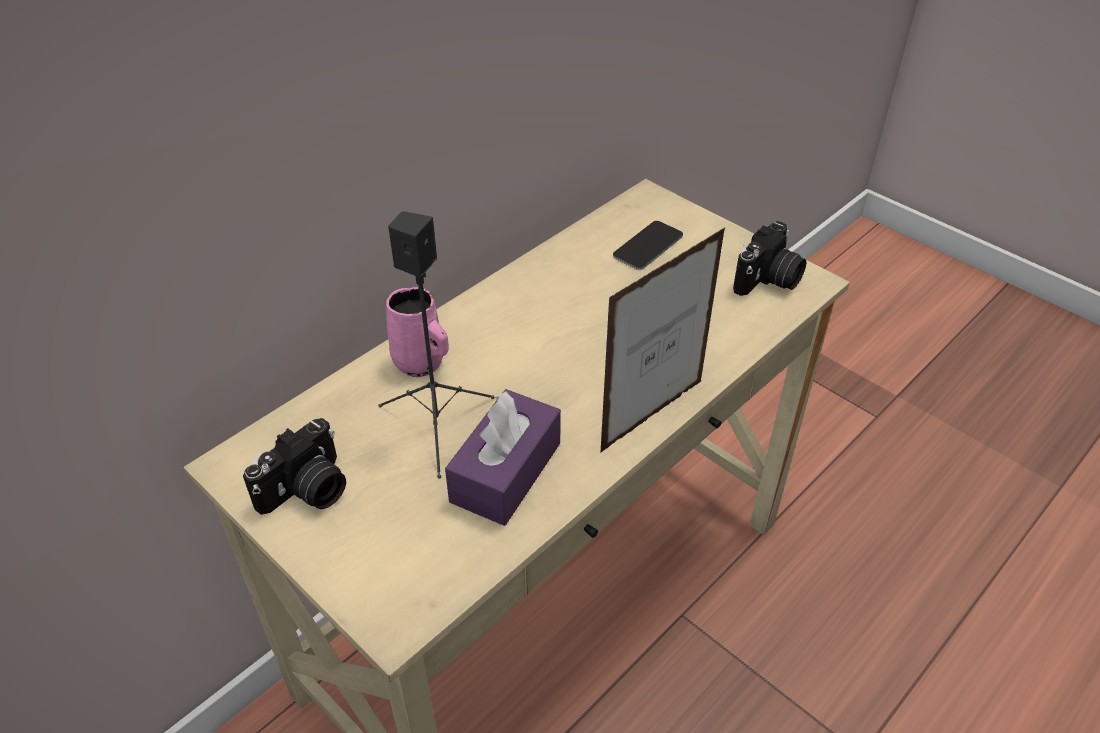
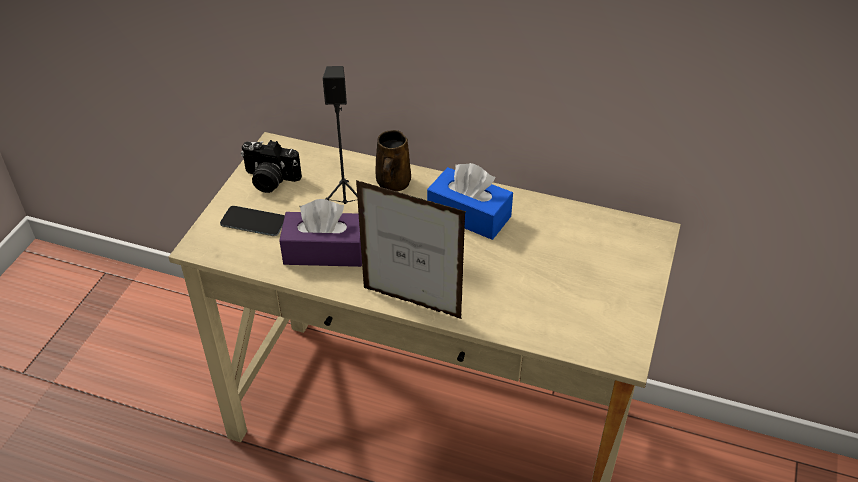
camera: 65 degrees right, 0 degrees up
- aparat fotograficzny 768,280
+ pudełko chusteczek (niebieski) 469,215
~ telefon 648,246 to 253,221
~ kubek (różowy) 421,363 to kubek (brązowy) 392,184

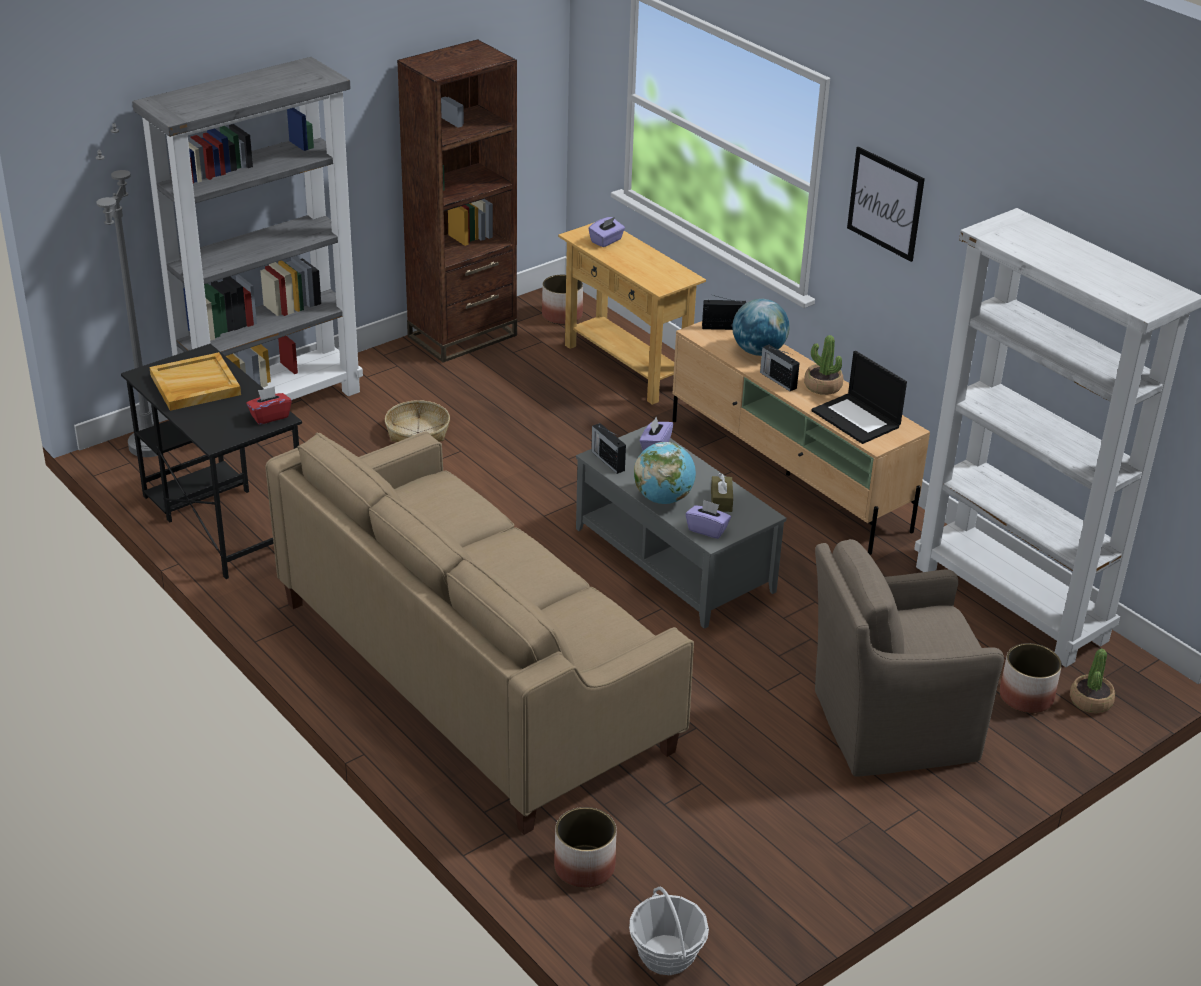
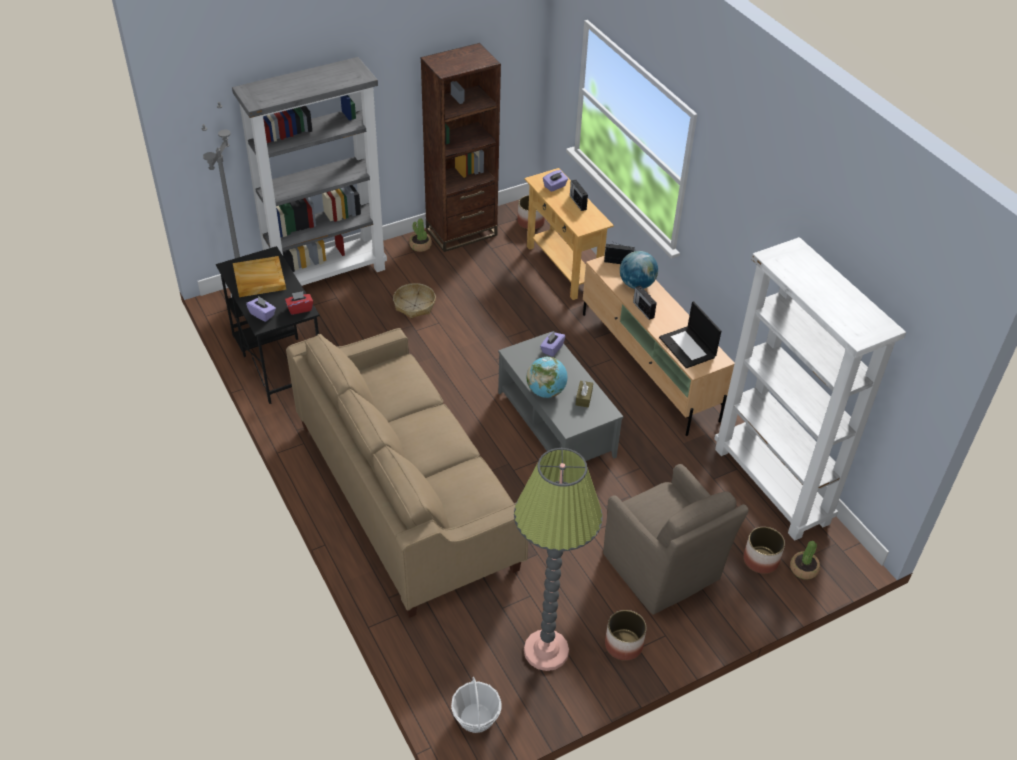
camera: 10 degrees right, 10 degrees up
- obraz 885,203
+ lampa stojąca 546,651
~ donica 584,867 to 623,644
~ radio 607,460 to 577,202
~ pudełko chusteczek (fioletowy) 707,529 to 262,314
~ roślina doniczkowa 822,386 to 420,245
~ fotel (brązowy) 888,726 = 663,570 120 degrees counterclockwise

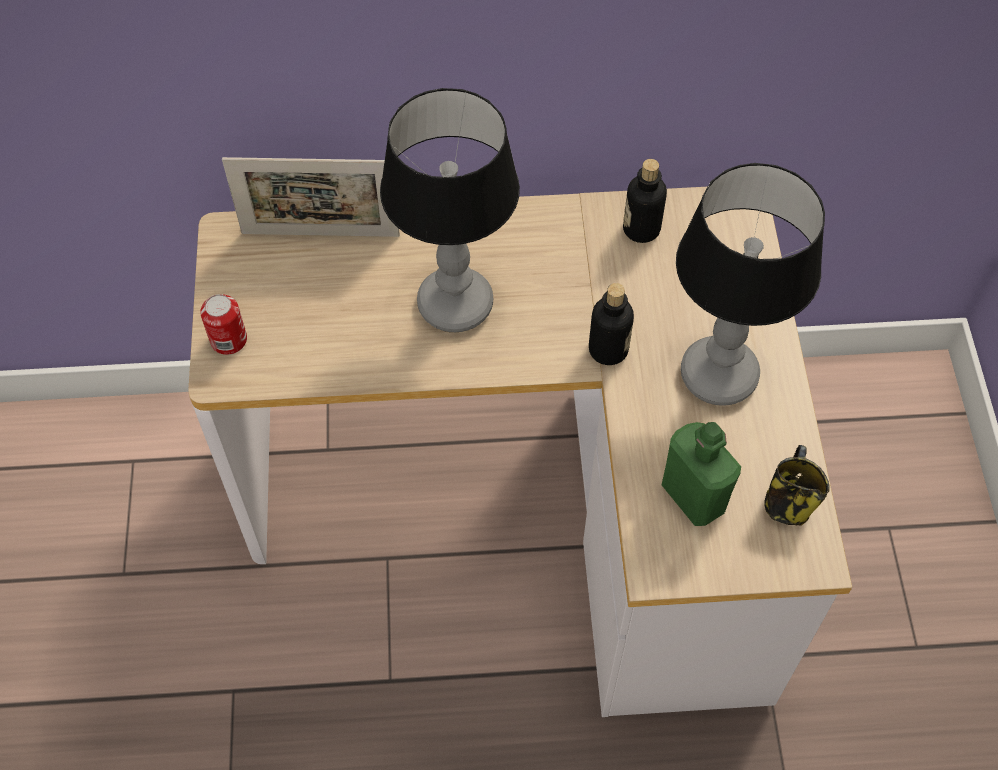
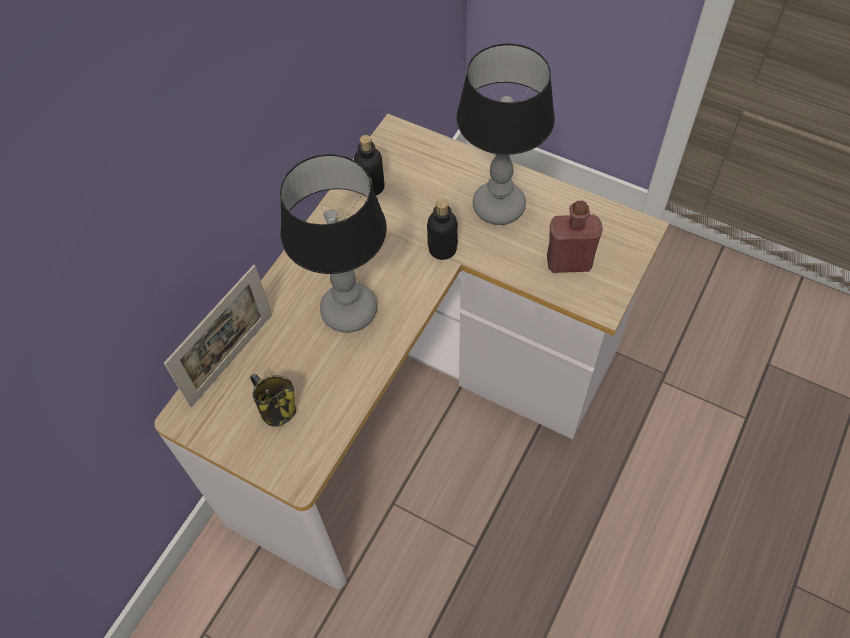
camera: 55 degrees left, 0 degrees up
- puszka 229,340
~ kubek 787,503 to 276,410
~ butelka (zielony) 693,496 to butelka (czerwony) 569,262

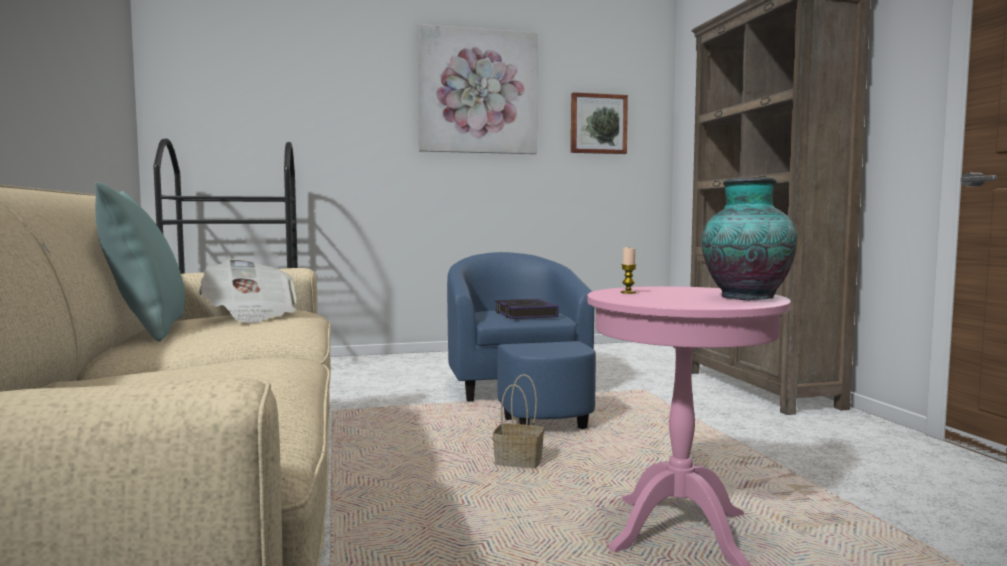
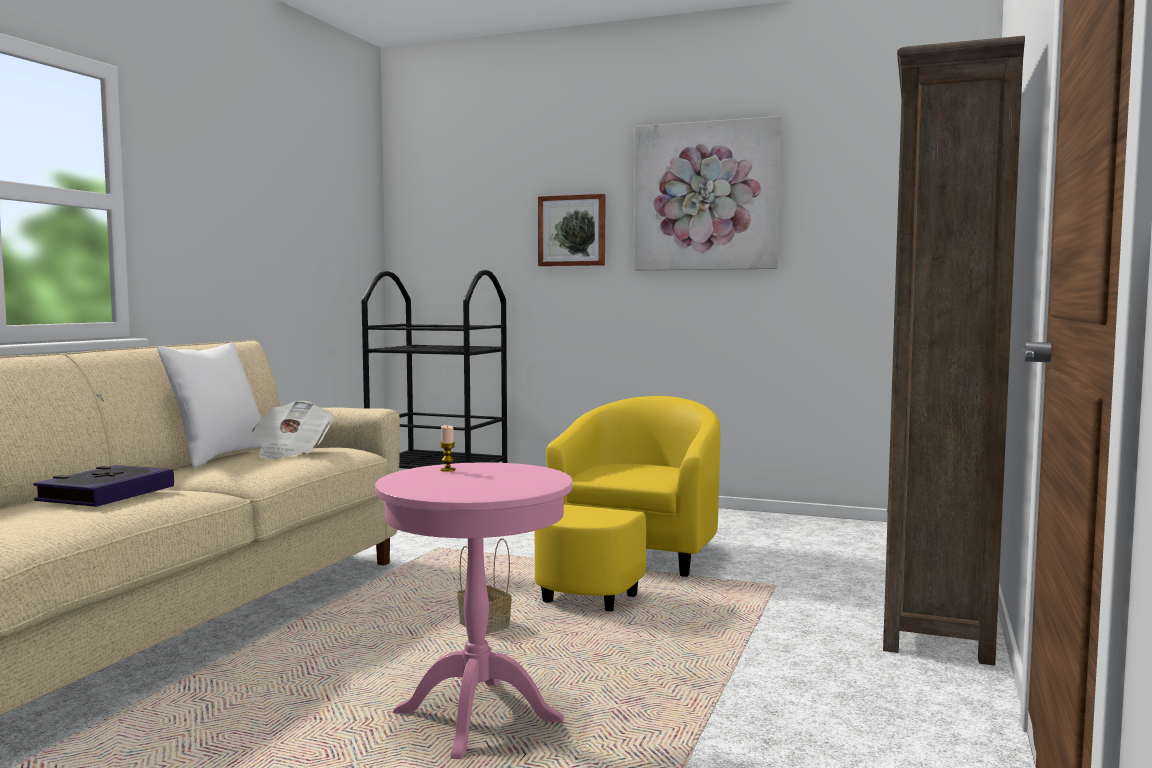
camera: 35 degrees right, 0 degrees up
- wazon 744,297
~ książka 525,314 to 106,494
~ obraz 598,124 to 572,231
~ poduszka (turkusowy) 146,330 to poduszka (biały) 219,456
~ fotel (niebieski) 521,395 to fotel (żółty) 629,565

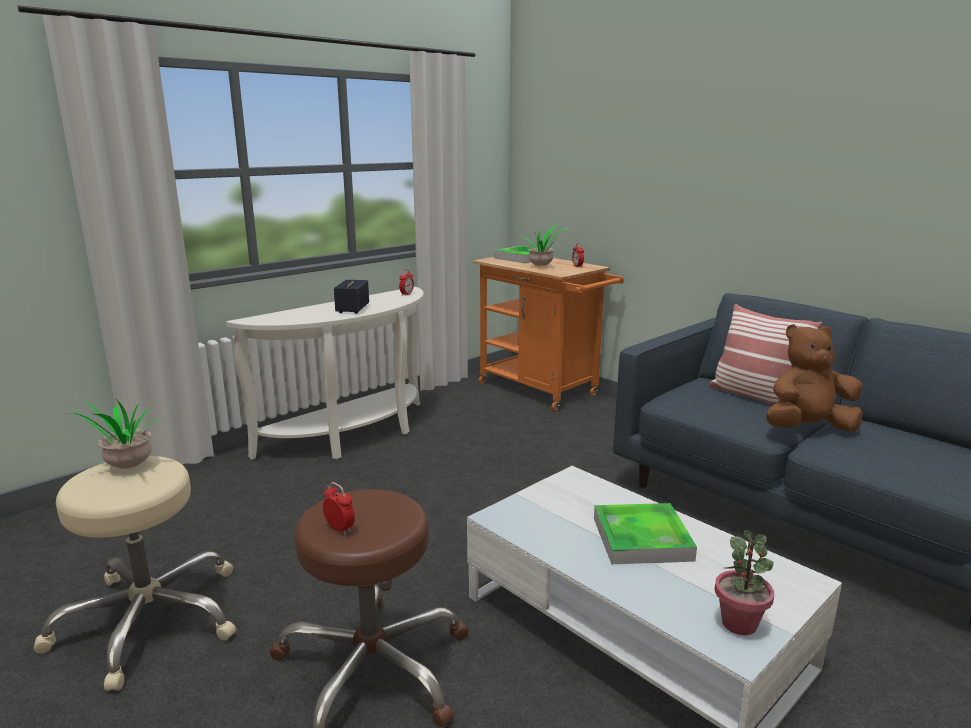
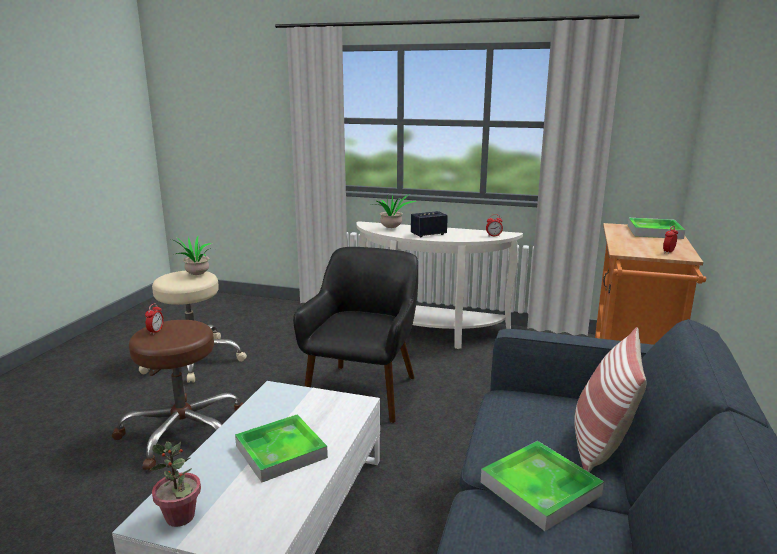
camera: 60 degrees right, 0 degrees up
+ fotel (czarny) 363,391
~ roślina doniczkowa 542,267 to 392,229
~ pluszak (brązowy) 807,428 to taca 540,489

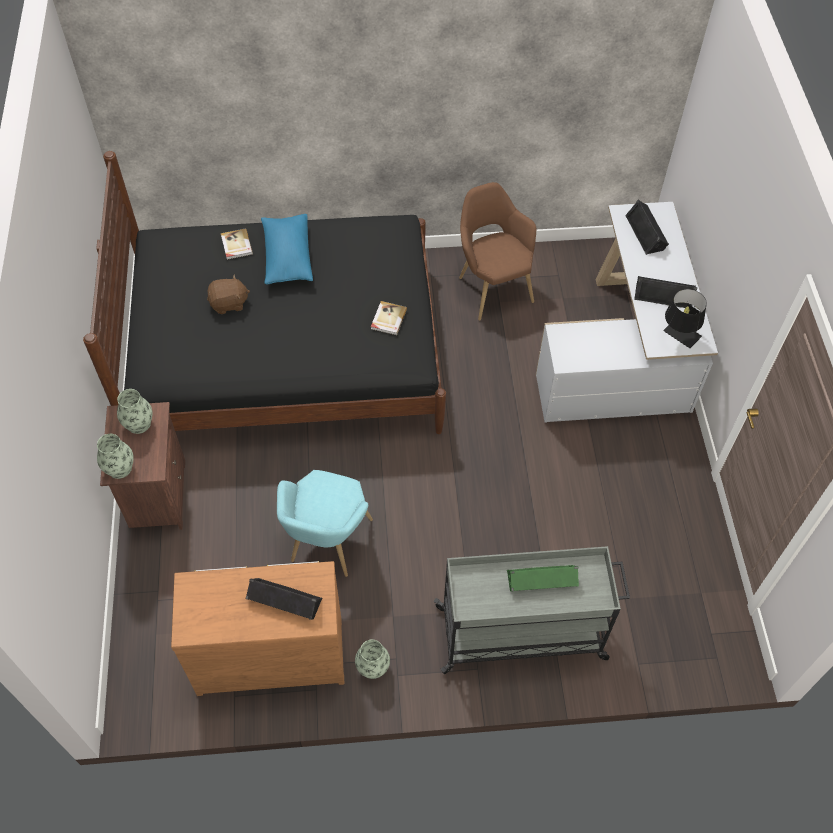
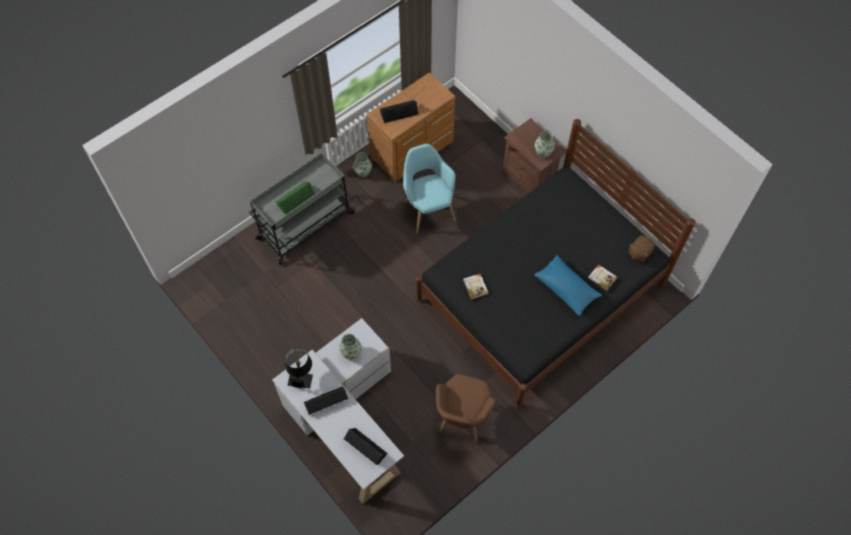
camera: 145 degrees right, 5 degrees up
~ wazon 120,468 to 351,352
~ pluszak (brązowy) 229,303 to 639,252
~ fotel (brązowy) 492,287 = 462,419 75 degrees clockwise

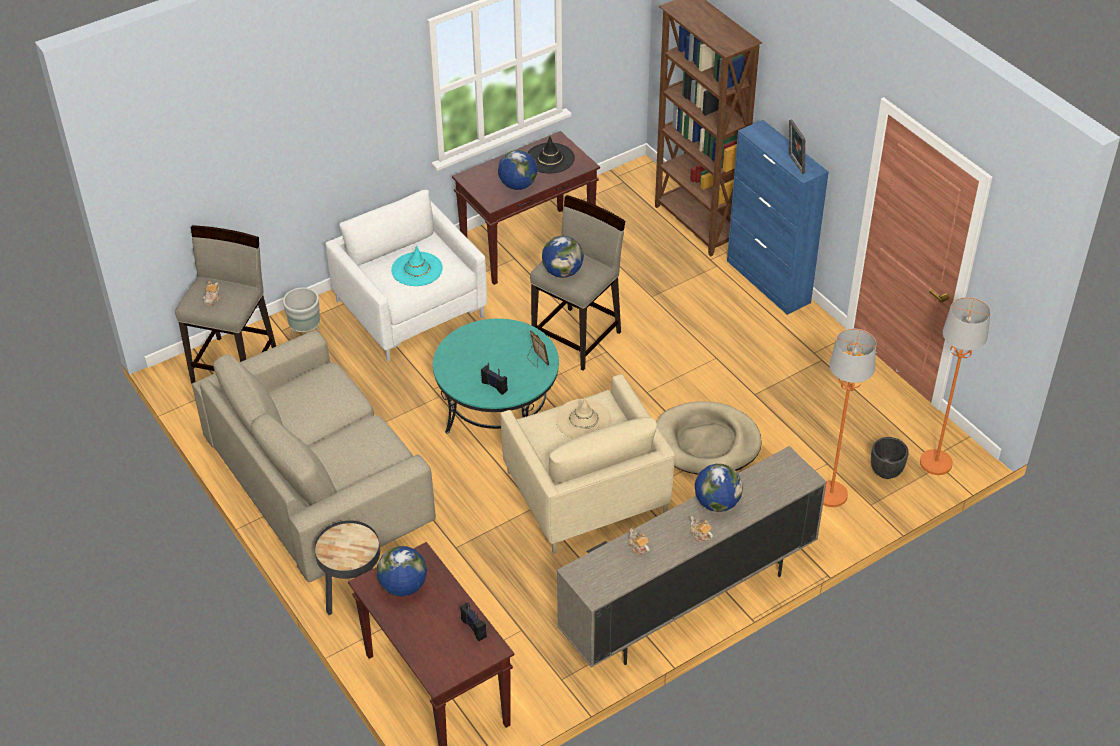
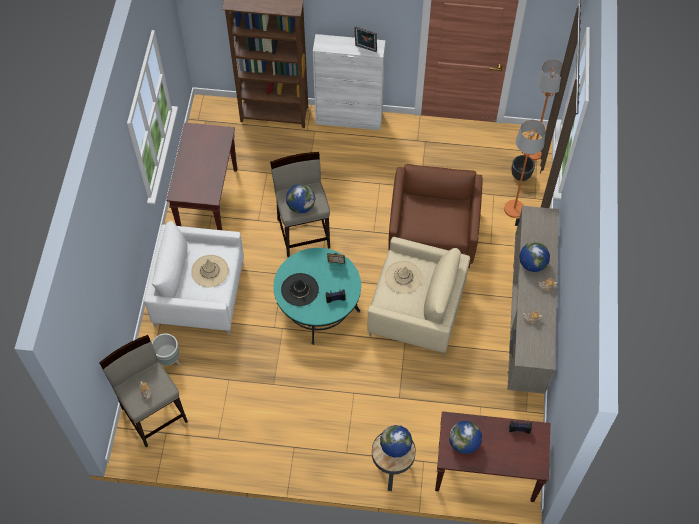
camera: 50 degrees left, 15 degrees up
- kanapa (beżowy) 319,478
~ globus 518,185 to 395,447
~ kapelusz (czarny) 550,158 to 299,289
~ legowisko (beżowy) 706,442 to fotel (brązowy) 432,233
~ kapelusz (turkusowy) 417,269 to kapelusz (beżowy) 209,271
~ szafka (niebieski) 768,282 to szafka (biały) 349,119

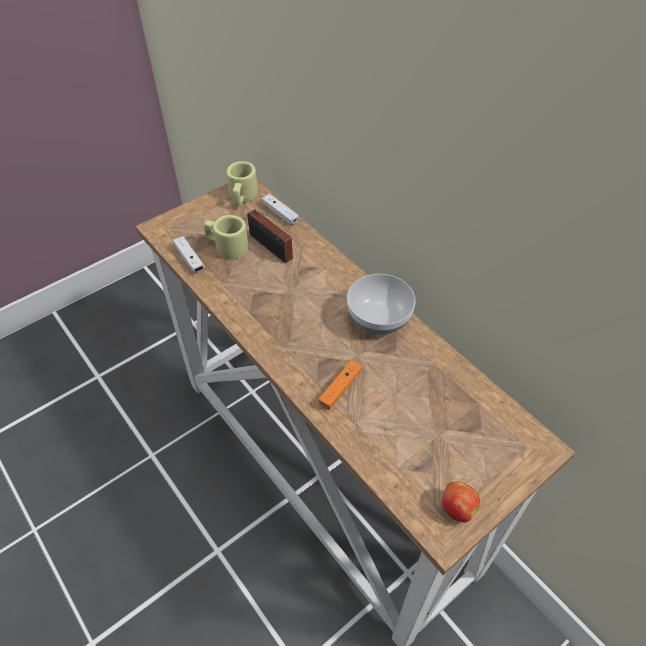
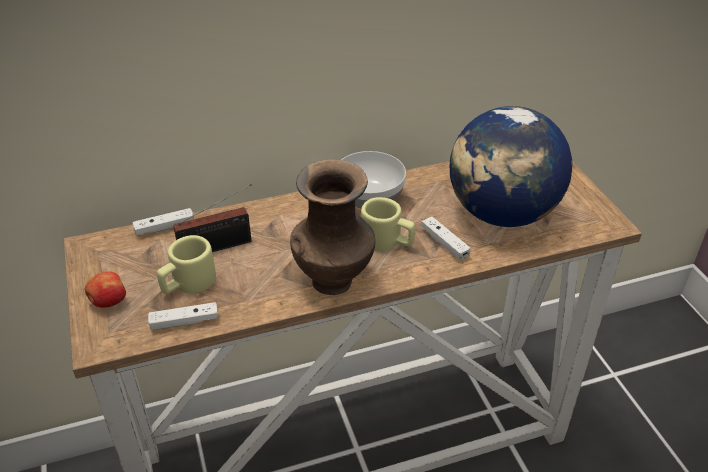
camera: 70 degrees left, 10 degrees down
+ wazon (brązowy) 334,280
+ globus 502,214
~ kubek (beżowy) 242,197 to 387,241
~ jabłko 456,508 to 108,302
~ pad do gier (pomarańczowy) 340,388 to pad do gier (biały) 444,243

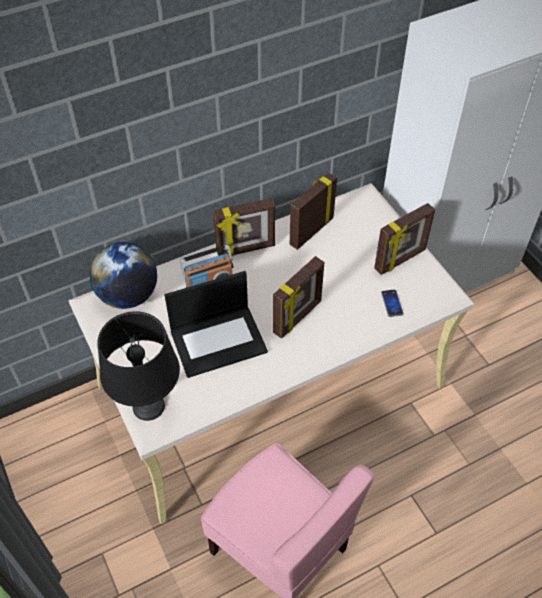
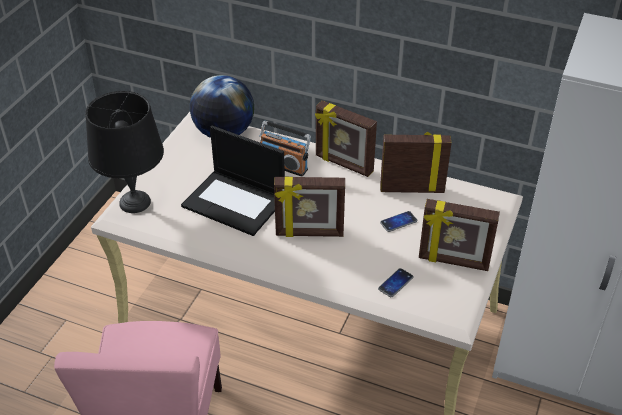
camera: 50 degrees right, 10 degrees down
+ telefon 398,222

